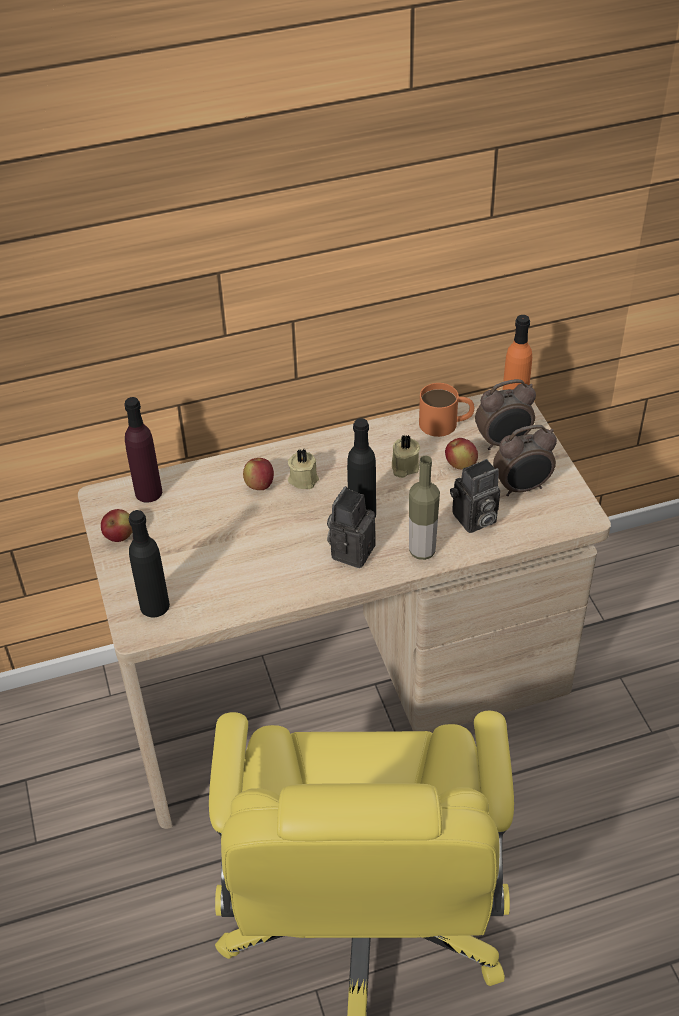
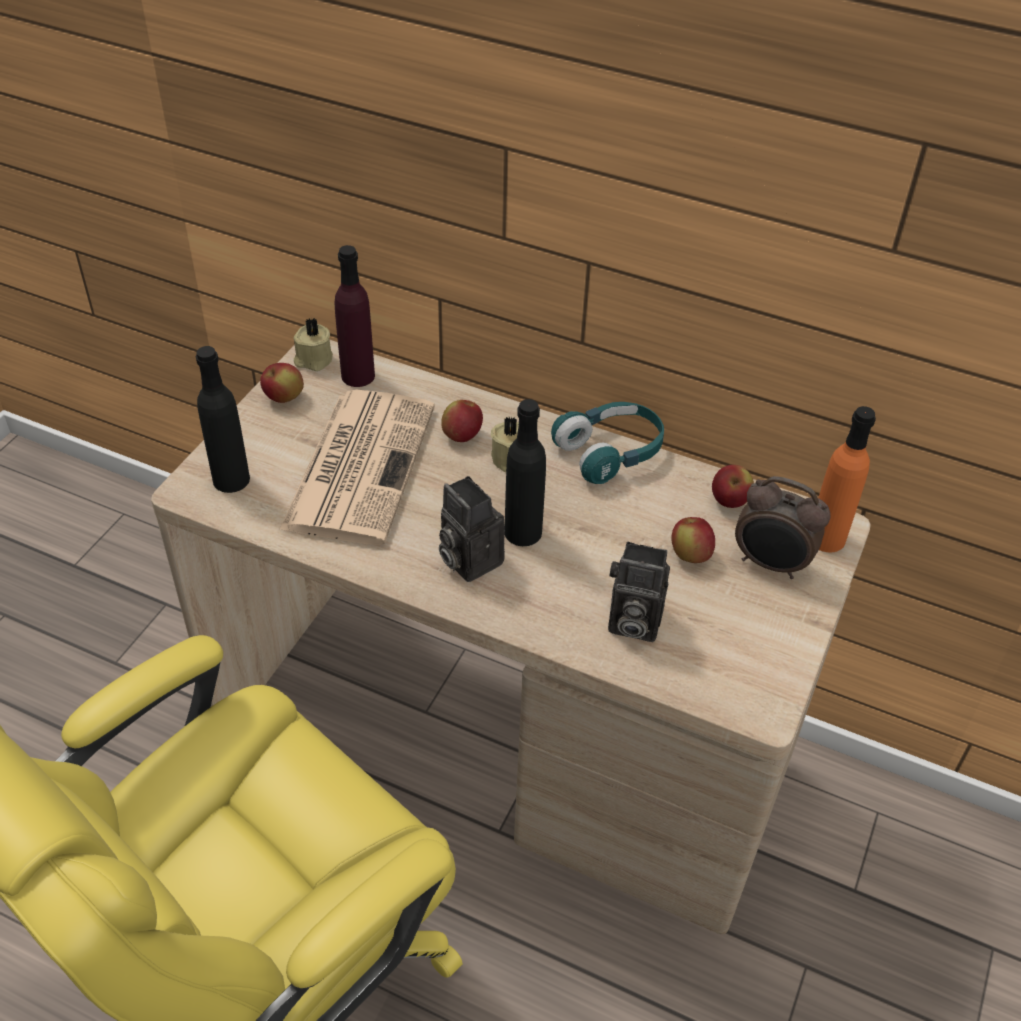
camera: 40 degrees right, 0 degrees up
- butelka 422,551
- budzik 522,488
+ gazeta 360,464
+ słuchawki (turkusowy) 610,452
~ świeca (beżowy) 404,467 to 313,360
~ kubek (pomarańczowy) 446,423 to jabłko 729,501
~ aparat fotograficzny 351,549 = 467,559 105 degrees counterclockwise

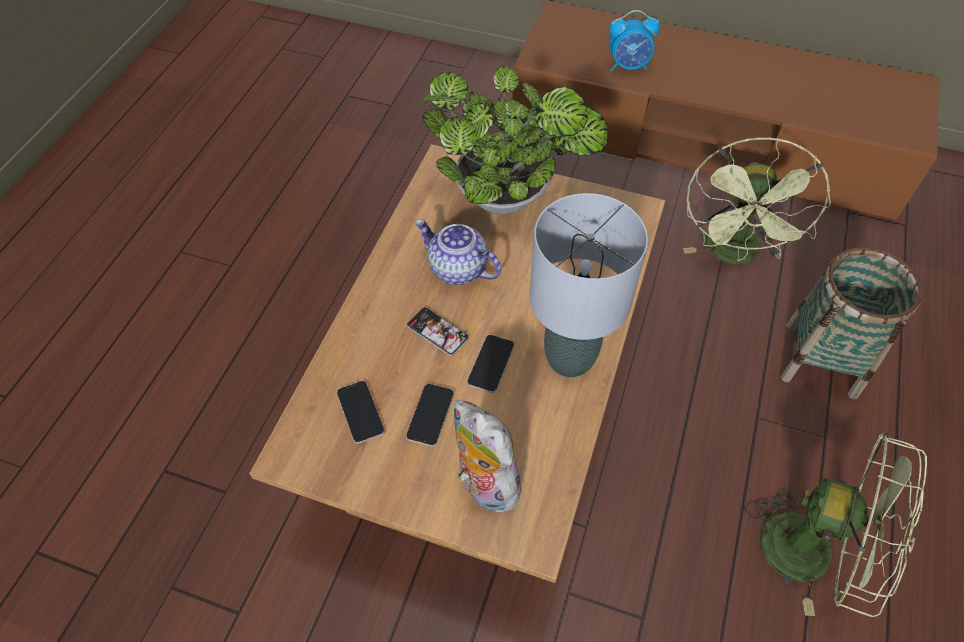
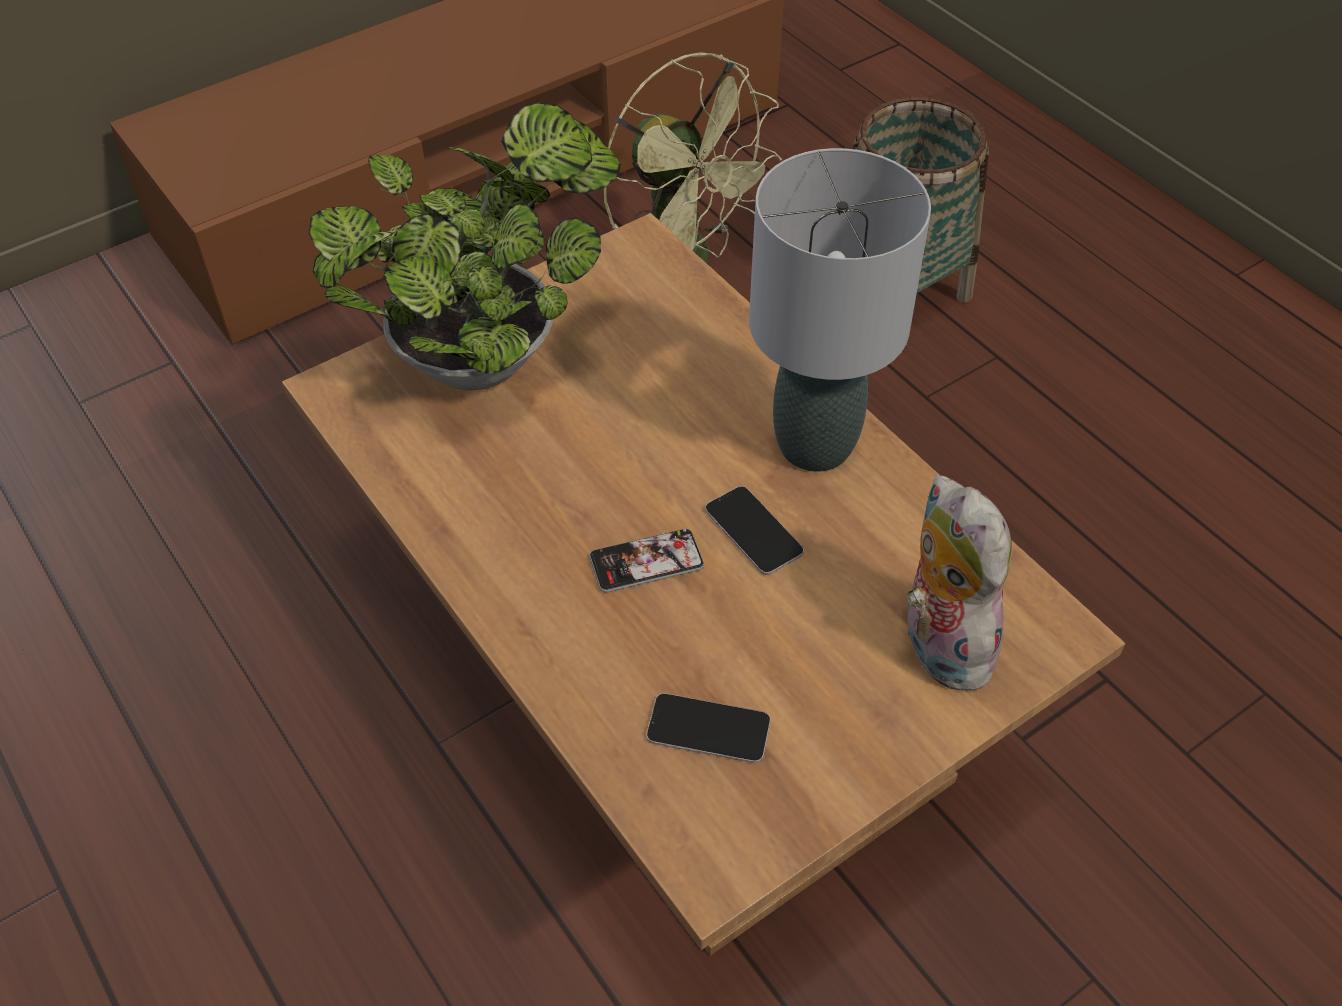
camera: 55 degrees left, 5 degrees down
- telefon 430,415
- imbryk 457,269
- budzik 628,66
- wentylator (zielony) 813,551
~ pluszak 484,484 = 938,643 75 degrees clockwise

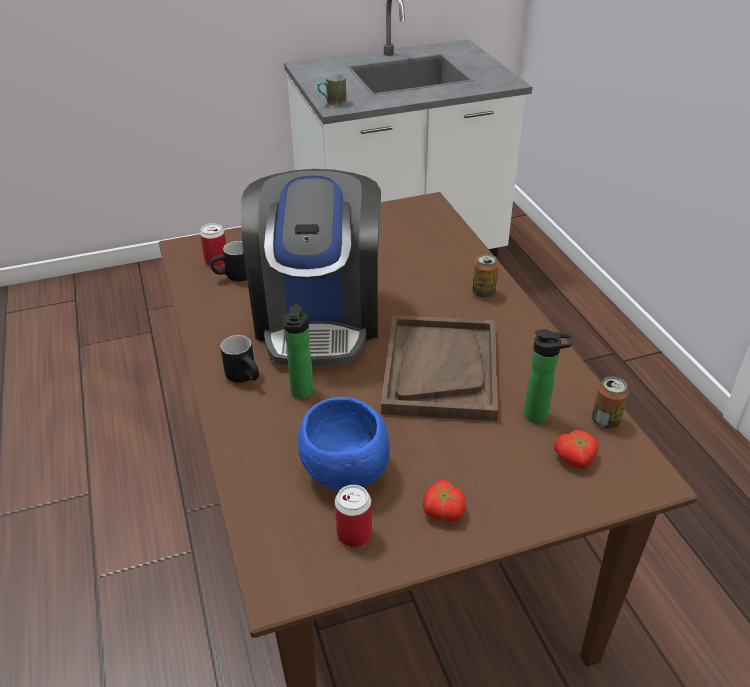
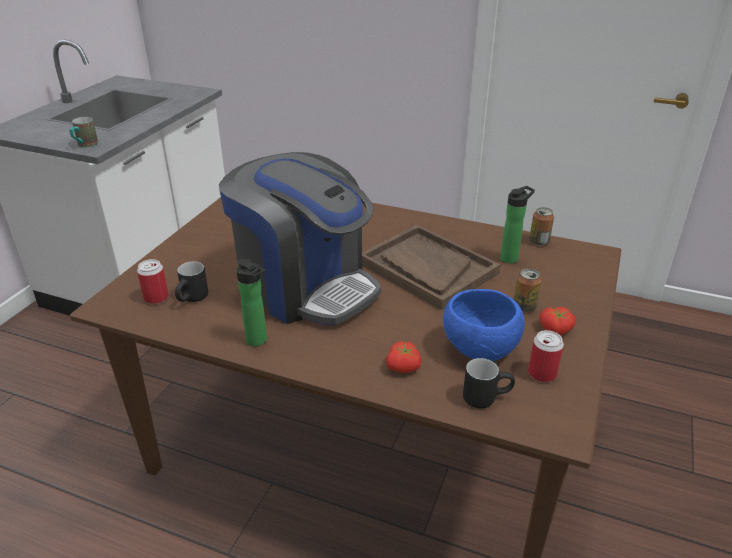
camera: 50 degrees left, 5 degrees down
~ kubek (czarny) 246,377 to 485,397
~ butelka 301,394 to 258,341
~ puszka 483,293 to 524,307
~ pomidor 575,459 to 404,367

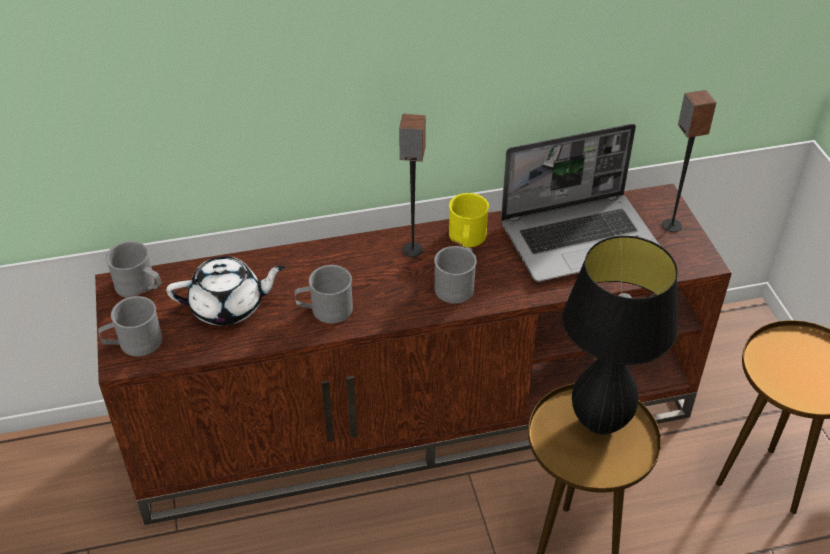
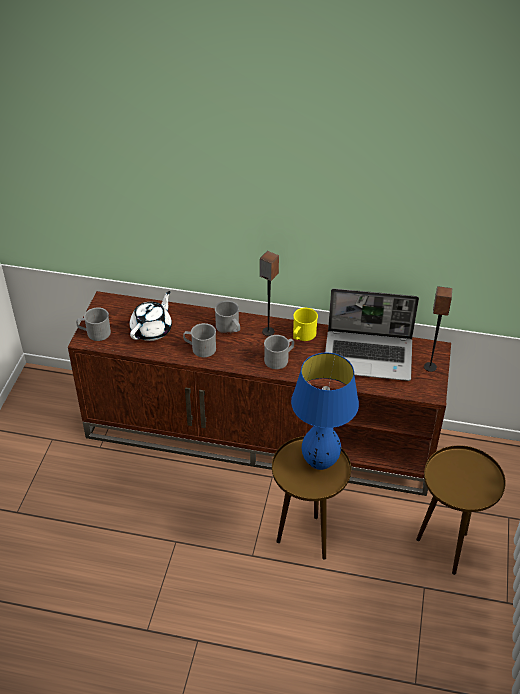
camera: 25 degrees right, 0 degrees up
~ kubek (szary) 140,287 to 229,328
~ lampa stołowa (czarny) 600,423 to lampa stołowa (niebieski) 320,463
~ imbryk (biały) 229,307 = 152,330 75 degrees counterclockwise

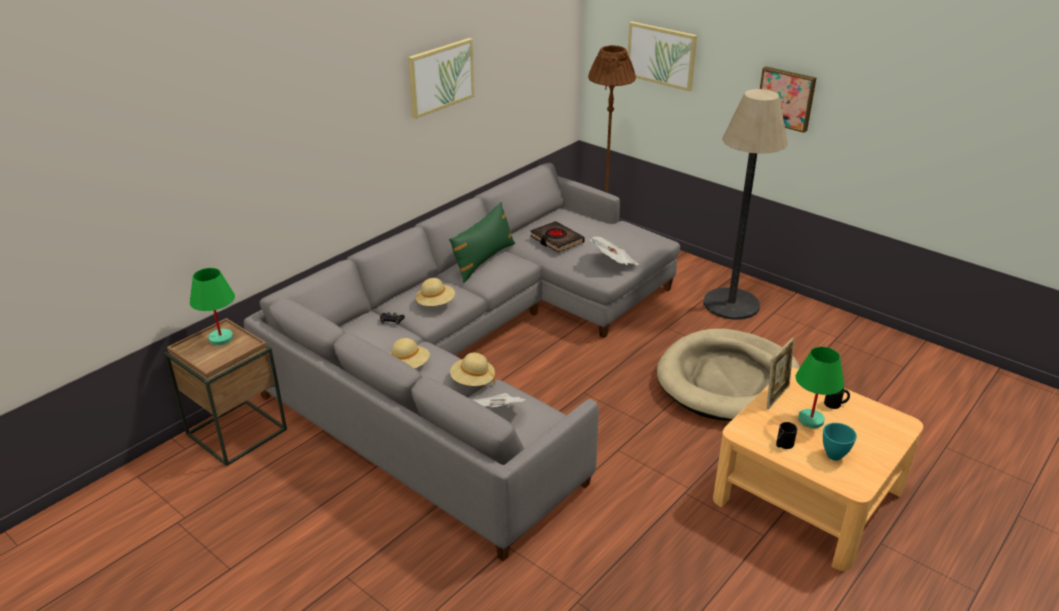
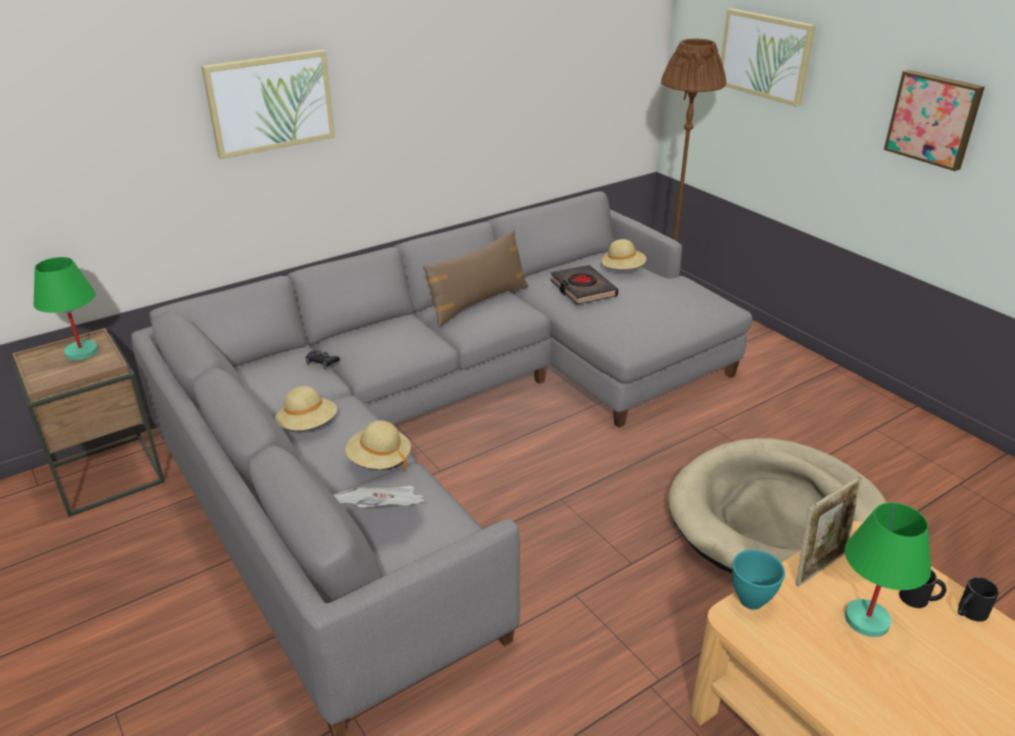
camera: 15 degrees right, 0 degrees up
- gazeta 613,263
- lampa stojąca 731,304
~ obraz 440,77 to 270,102
~ kapelusz (beżowy) 436,303 to 623,269
~ kubek (czarny) 782,445 to 969,612
~ miska (turkusowy) 833,456 to 750,601
~ poduszka (zielony) 483,260 to poduszka (brązowy) 478,302

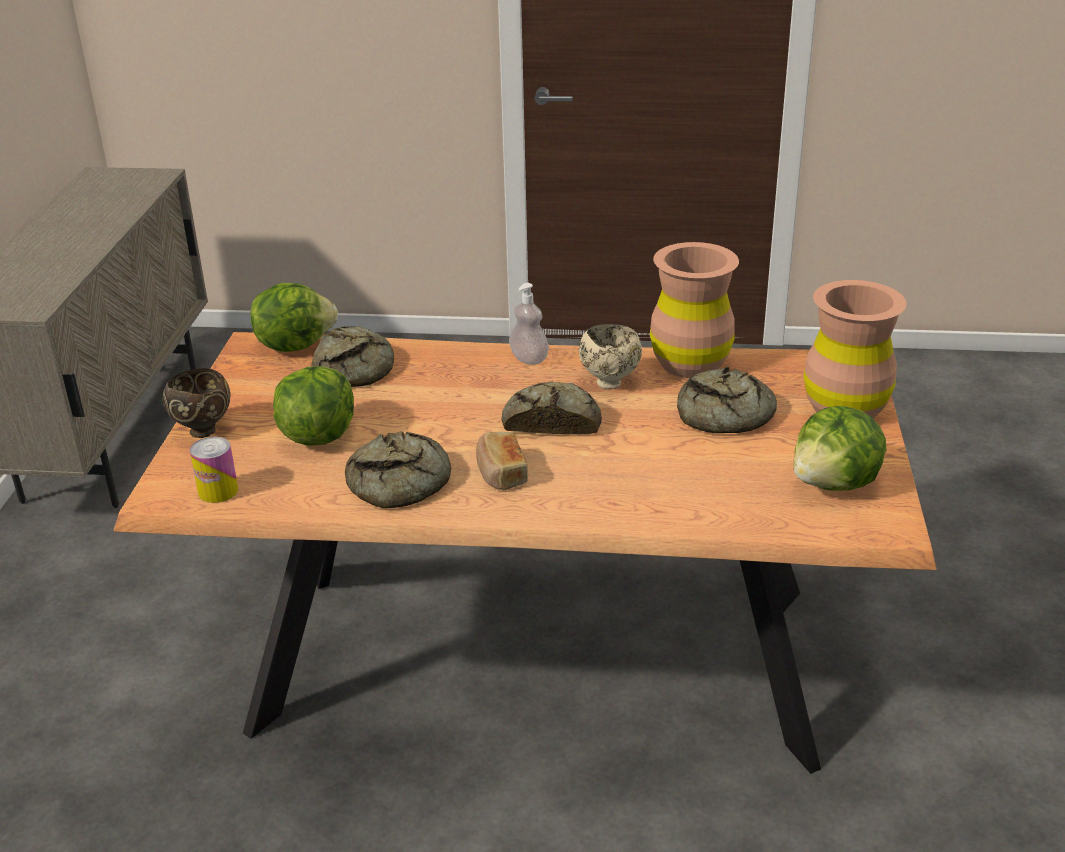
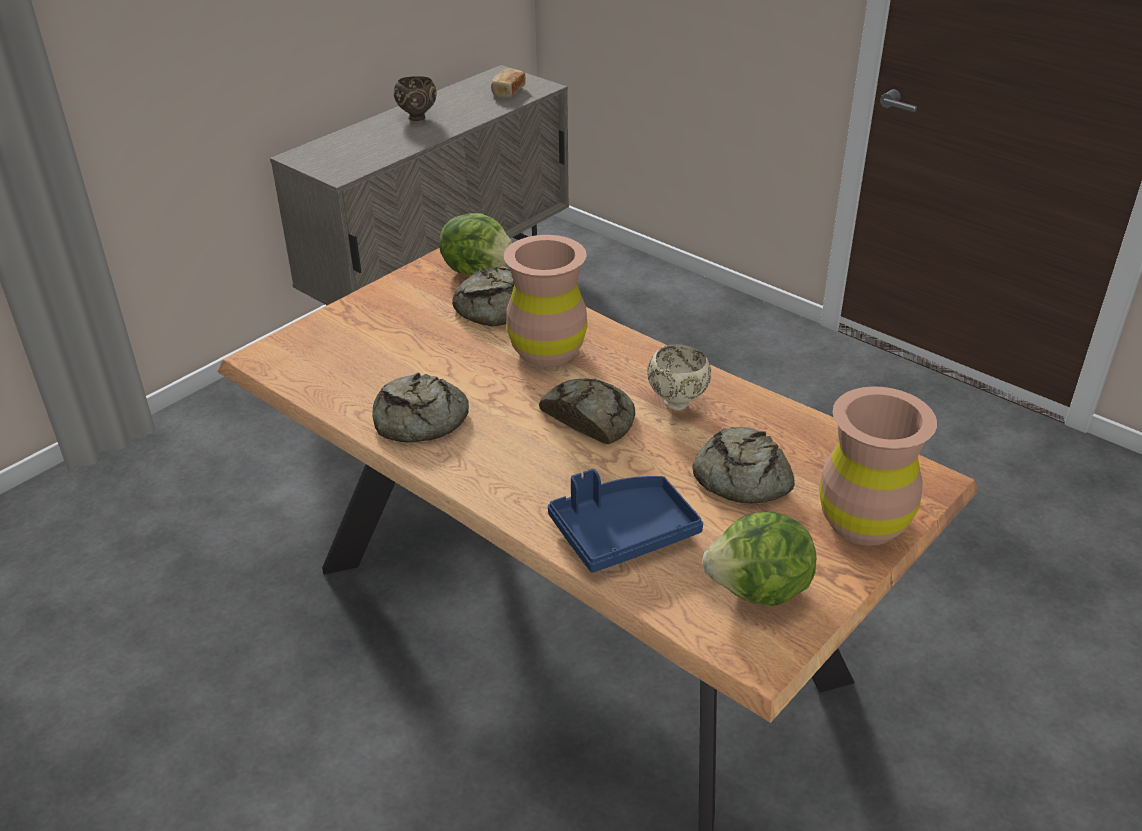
camera: 35 degrees right, 5 degrees up
- puszka 218,491
- sałata 318,435
- dozownik mydła 529,359
+ taca (niebieski) 623,533
~ miska (brązowy) 203,430 to 418,117
~ chleb 500,473 to 507,92
~ wazon (brązowy) 690,363 to 547,351

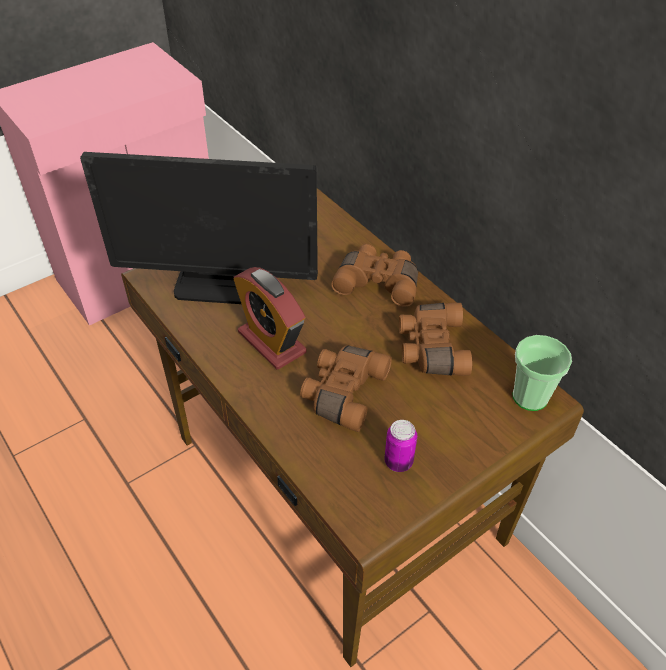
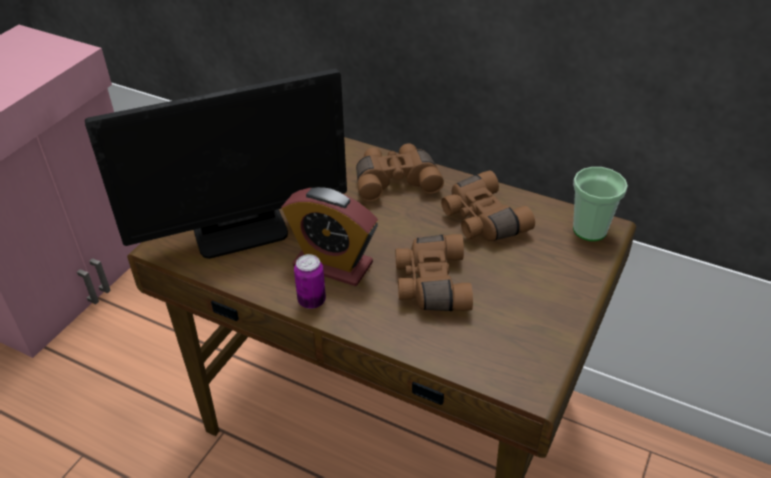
camera: 25 degrees left, 5 degrees down
~ puszka 398,462 to 311,301

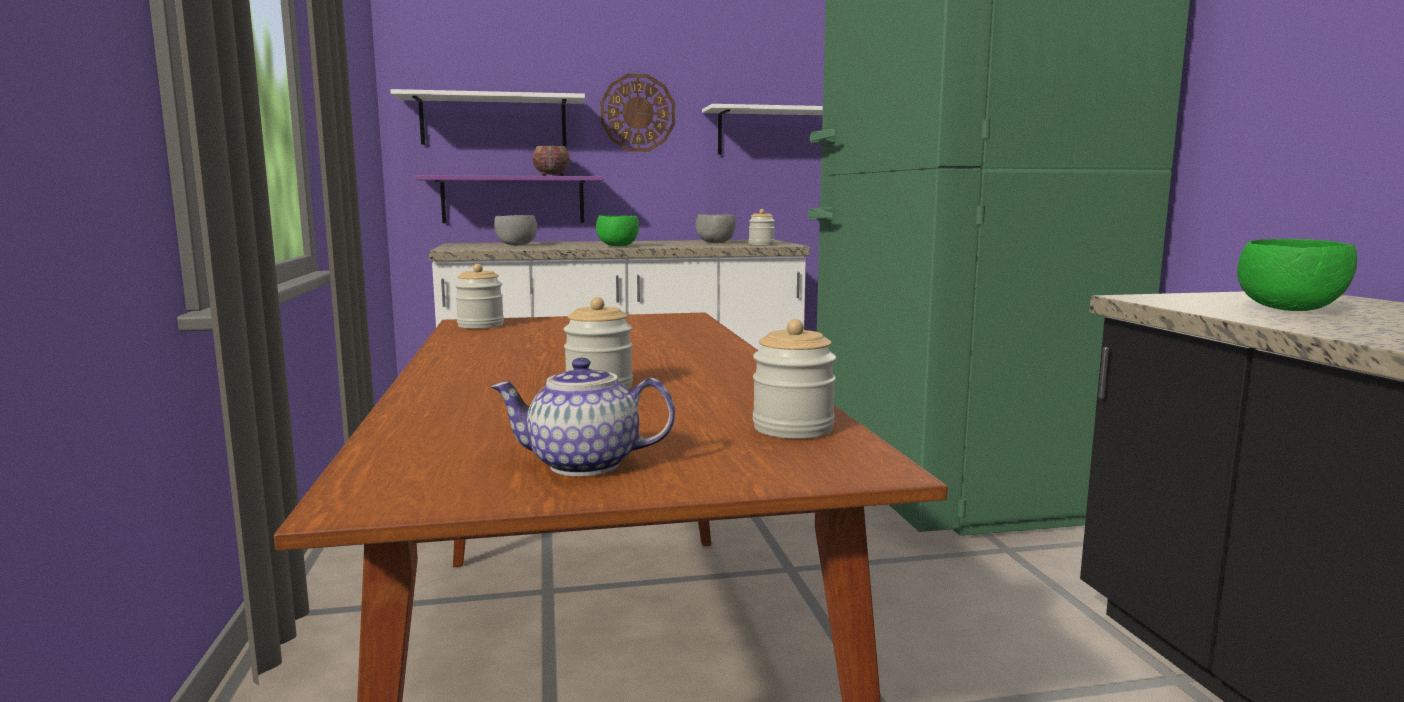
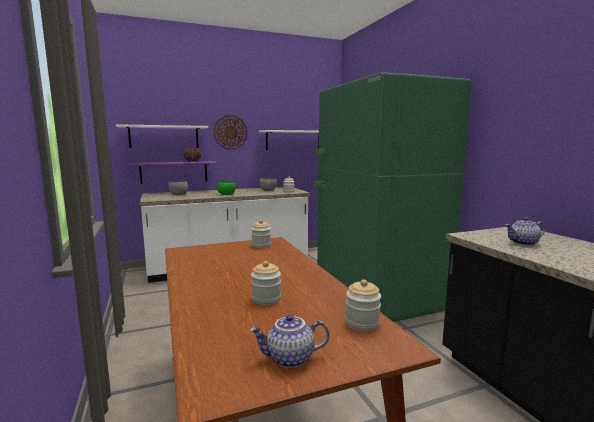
camera: 10 degrees left, 0 degrees up
~ słoik 480,325 to 261,245
~ miska (zielony) 1291,310 to imbryk 523,243

